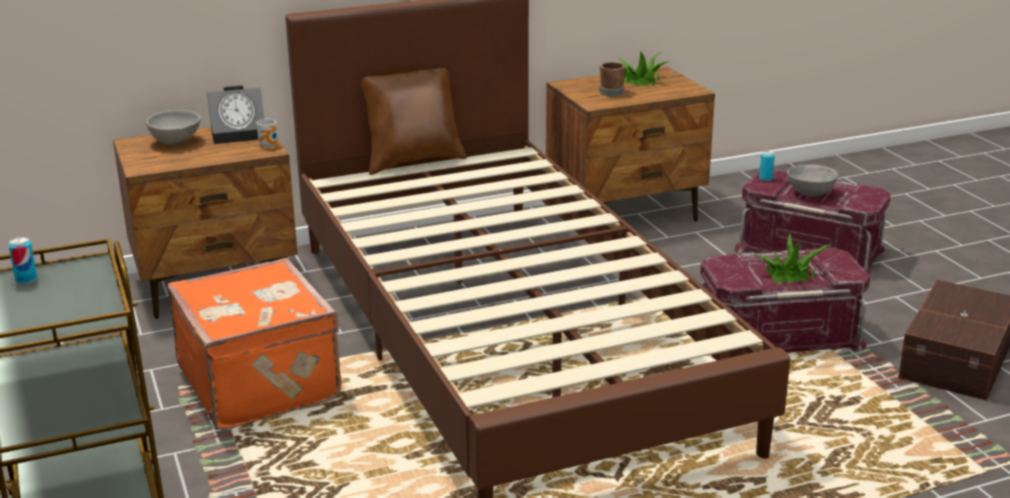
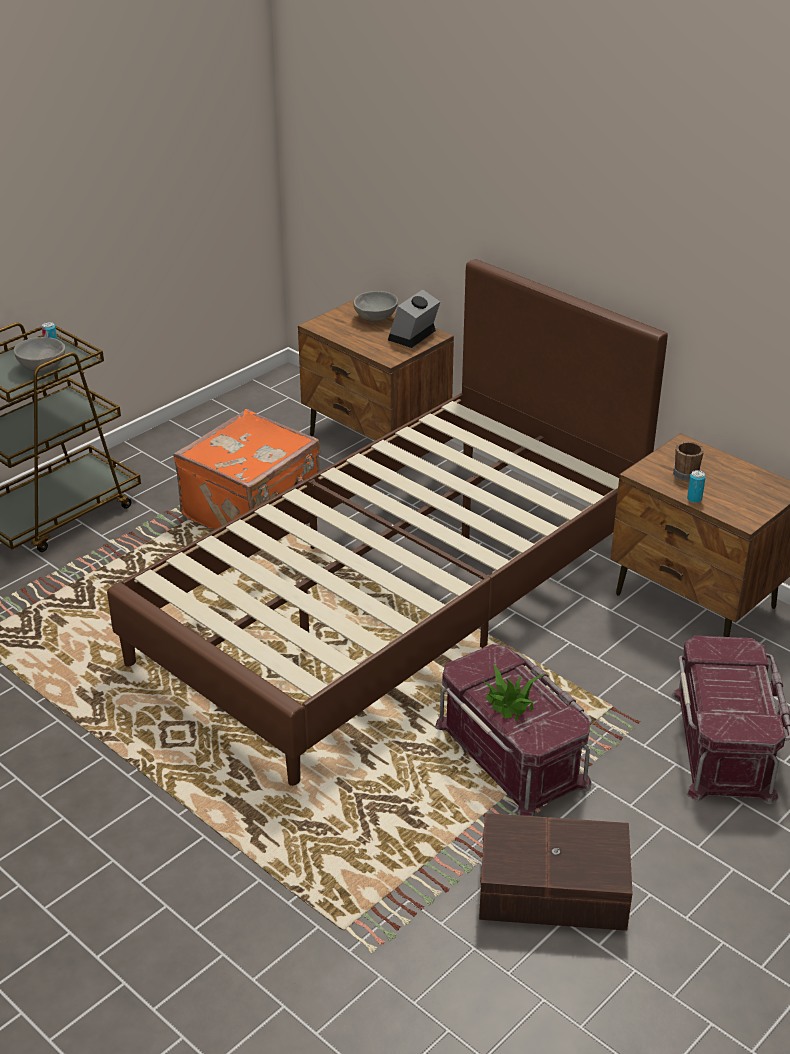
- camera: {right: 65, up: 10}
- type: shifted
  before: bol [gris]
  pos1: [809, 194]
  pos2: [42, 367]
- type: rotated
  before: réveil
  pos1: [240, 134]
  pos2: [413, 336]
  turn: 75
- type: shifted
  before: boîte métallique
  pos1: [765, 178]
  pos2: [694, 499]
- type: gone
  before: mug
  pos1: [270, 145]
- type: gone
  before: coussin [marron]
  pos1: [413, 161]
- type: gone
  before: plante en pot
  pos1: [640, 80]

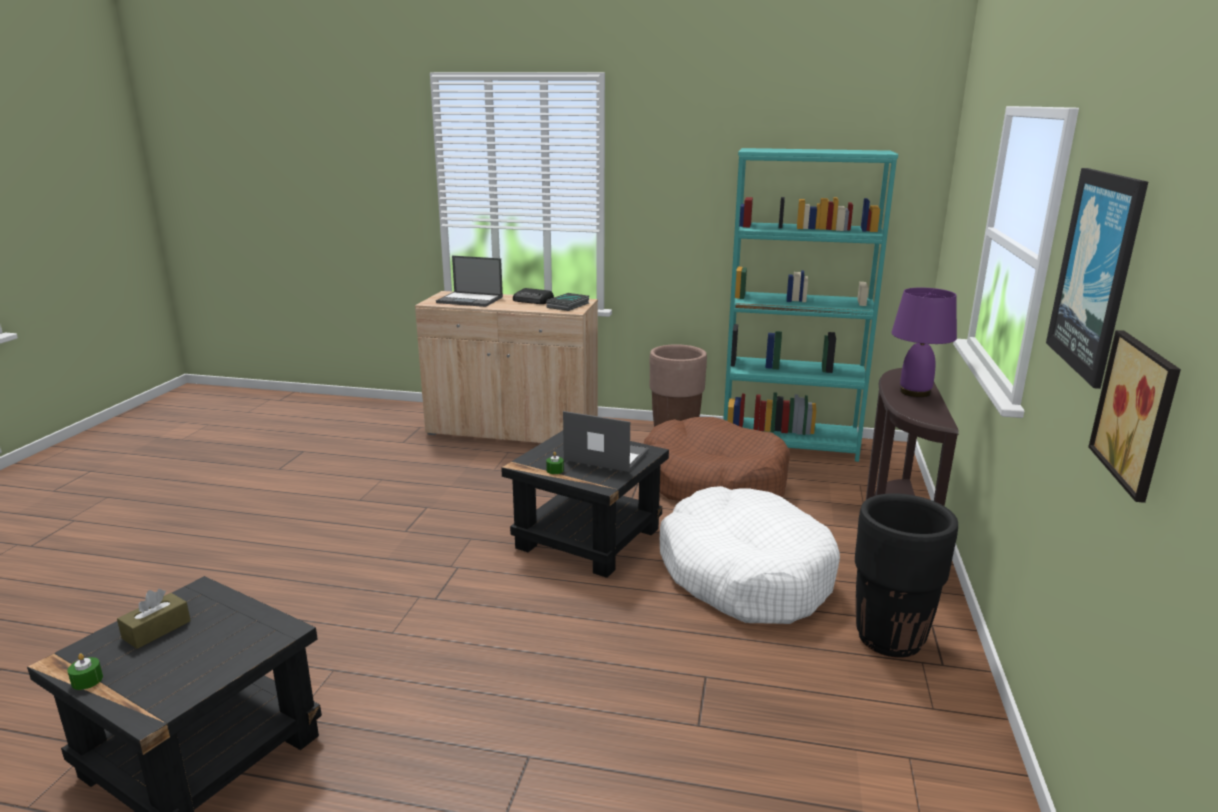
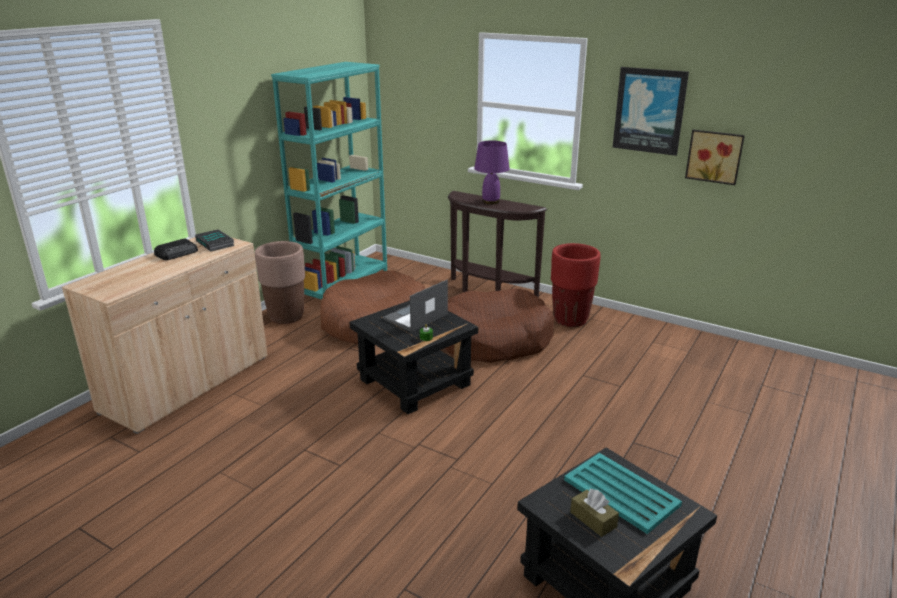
- camera: {right: -70, up: 5}
- type: repainted
  before: panier pour chien [blanc]
  after: panier pour chien [marron]
  pos1: [745, 574]
  pos2: [492, 340]
- type: repainted
  before: cache-pot [noir]
  after: cache-pot [rouge]
  pos1: [889, 639]
  pos2: [570, 320]
- type: new
  after: plateau [turquoise]
  pos2: [622, 493]
- type: gone
  before: bougie [vert]
  pos1: [87, 680]
- type: gone
  before: ordinateur portable
  pos1: [470, 300]

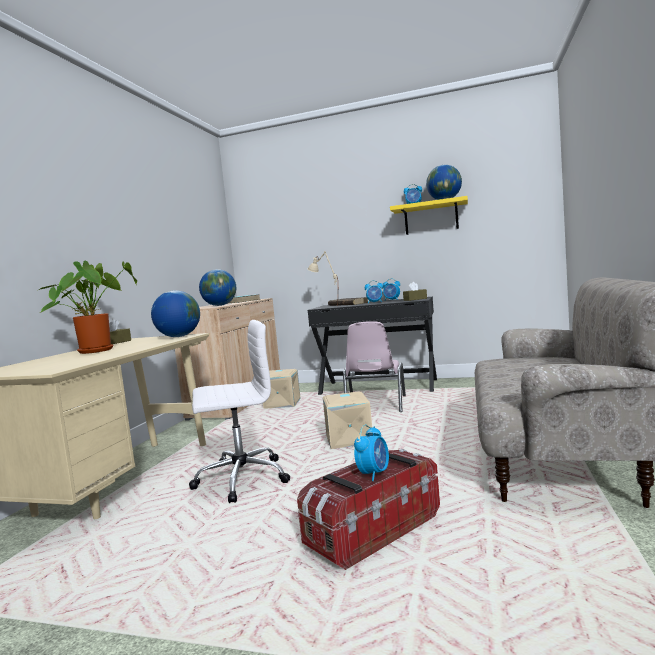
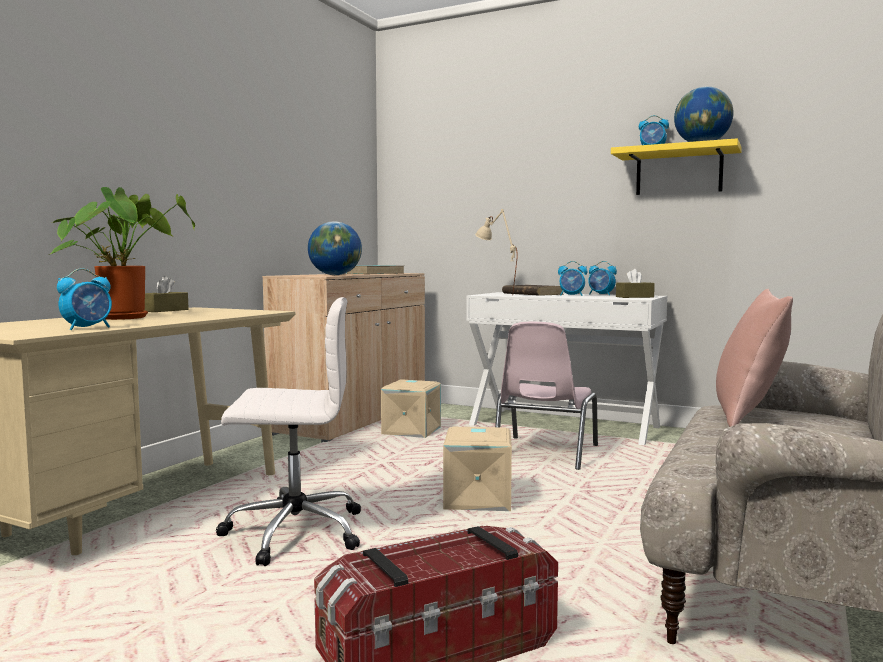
- camera: {right: 10, up: 0}
- type: shifted
  before: réveil
  pos1: [374, 474]
  pos2: [88, 328]
- type: repainted
  before: bureau [noir]
  after: bureau [blanc]
  pos1: [379, 387]
  pos2: [564, 426]
- type: new
  after: coussin [rose]
  pos2: [748, 417]
- type: gone
  before: globe
  pos1: [178, 337]

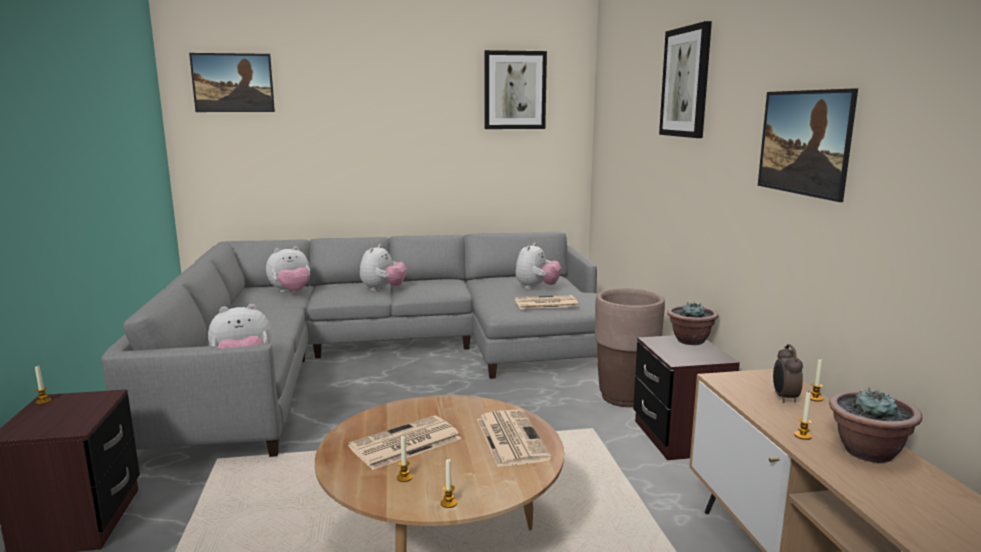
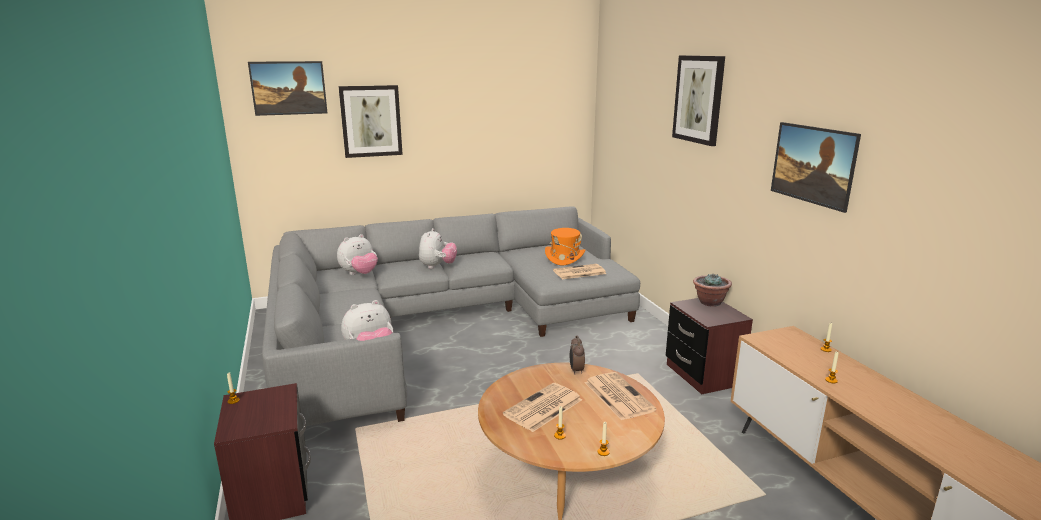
- camera: {right: -10, up: 5}
- type: shifted
  before: tableau
  pos1: [514, 90]
  pos2: [371, 121]
- type: swapped
  before: peluche
  after: chapeau [orange]
  pos1: [536, 288]
  pos2: [564, 258]
- type: shifted
  before: réveil
  pos1: [784, 398]
  pos2: [576, 370]
- type: gone
  before: cache-pot [marron]
  pos1: [624, 397]
- type: gone
  before: plante en pot
  pos1: [867, 452]

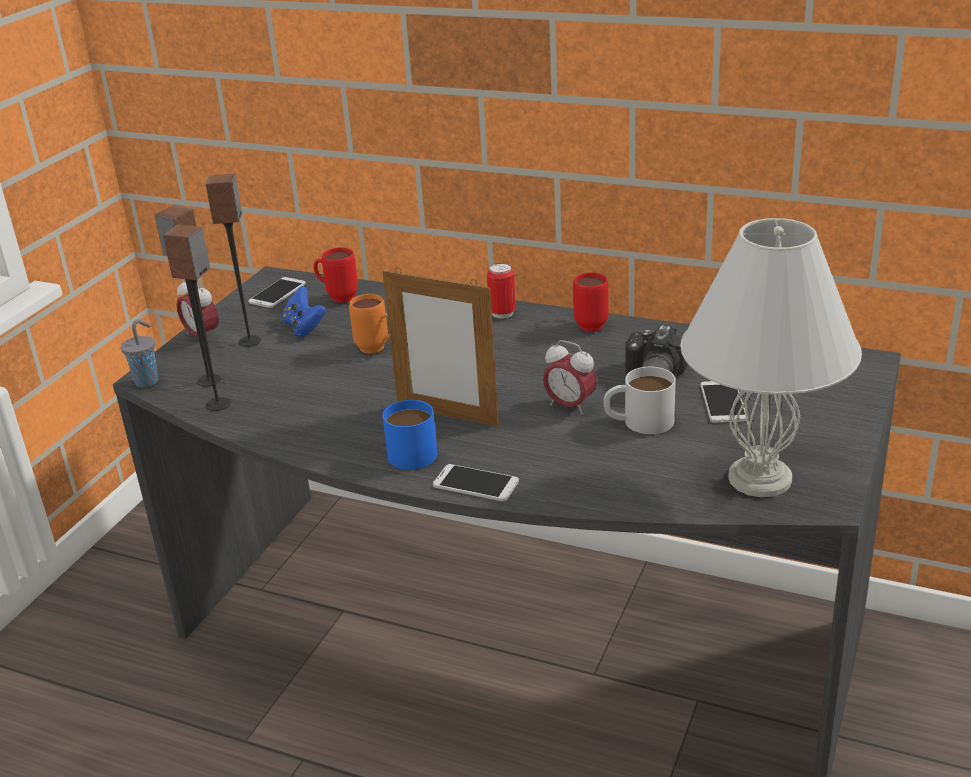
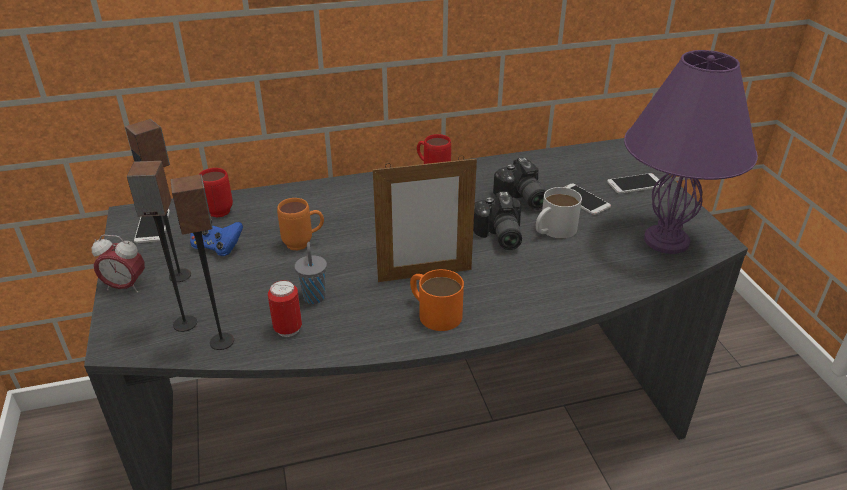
- camera: {right: -40, up: 5}
- type: shifted
  before: boîte métallique
  pos1: [502, 313]
  pos2: [288, 329]
- type: shifted
  before: tasse [gris]
  pos1: [148, 381]
  pos2: [314, 296]
- type: repainted
  before: mug [bleu]
  after: mug [orange]
  pos1: [411, 449]
  pos2: [434, 312]
- type: swapped
  before: réveil
  after: appareil photo
  pos1: [570, 406]
  pos2: [498, 236]
- type: shifted
  before: téléphone
  pos1: [476, 483]
  pos2: [635, 184]
- type: repainted
  before: lampe de table [blanc]
  after: lampe de table [violet]
  pos1: [758, 479]
  pos2: [666, 241]

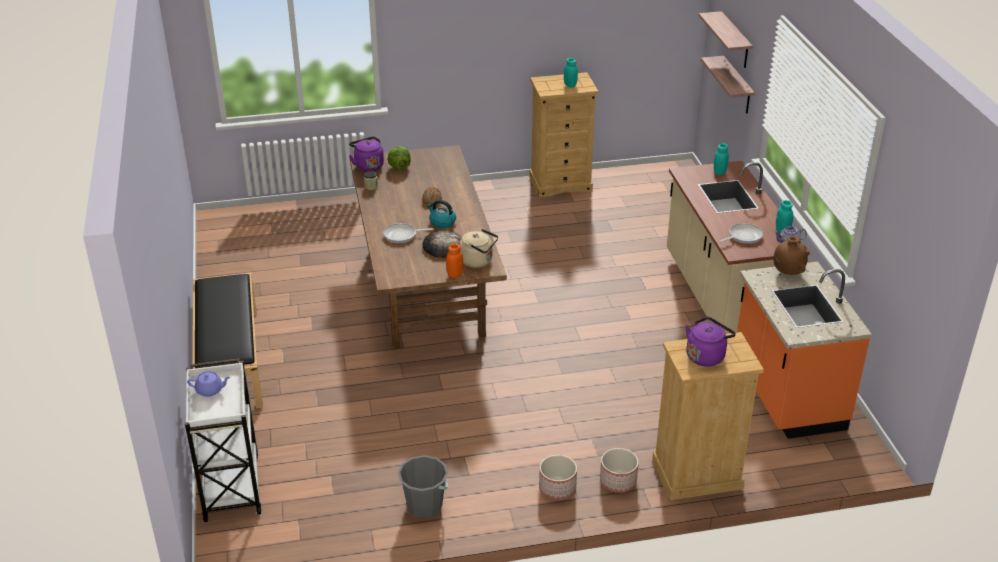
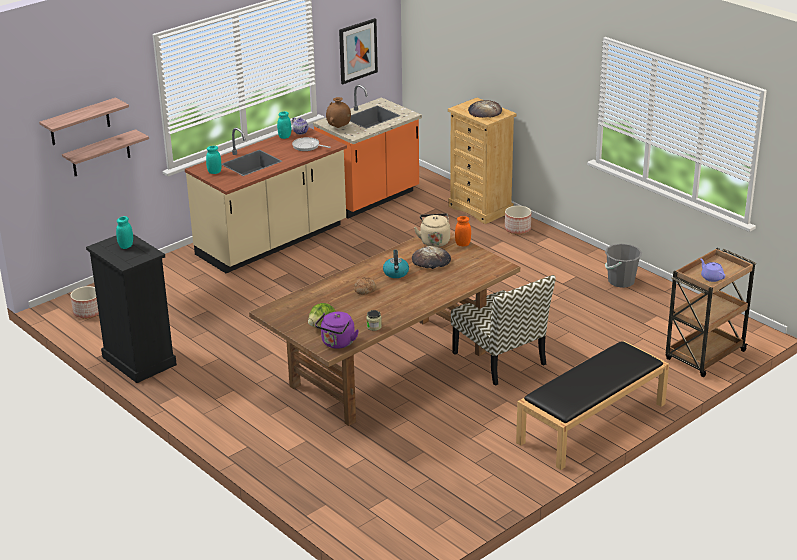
- camera: {right: -120, up: -5}
- type: shifted
  before: cache-pot
  pos1: [558, 488]
  pos2: [87, 312]
- type: repainted
  before: commode [beige]
  after: commode [noir]
  pos1: [560, 184]
  pos2: [138, 361]
- type: new
  after: tableau
  pos2: [357, 51]
- type: new
  after: chaise
  pos2: [500, 359]
- type: swapped
  before: bouilloire [violet]
  after: pain
  pos1: [706, 356]
  pos2: [484, 112]
- type: repainted
  before: chariot [blanc]
  after: chariot [marron]
  pos1: [231, 485]
  pos2: [704, 356]
- type: gone
  before: poêle
  pos1: [402, 235]

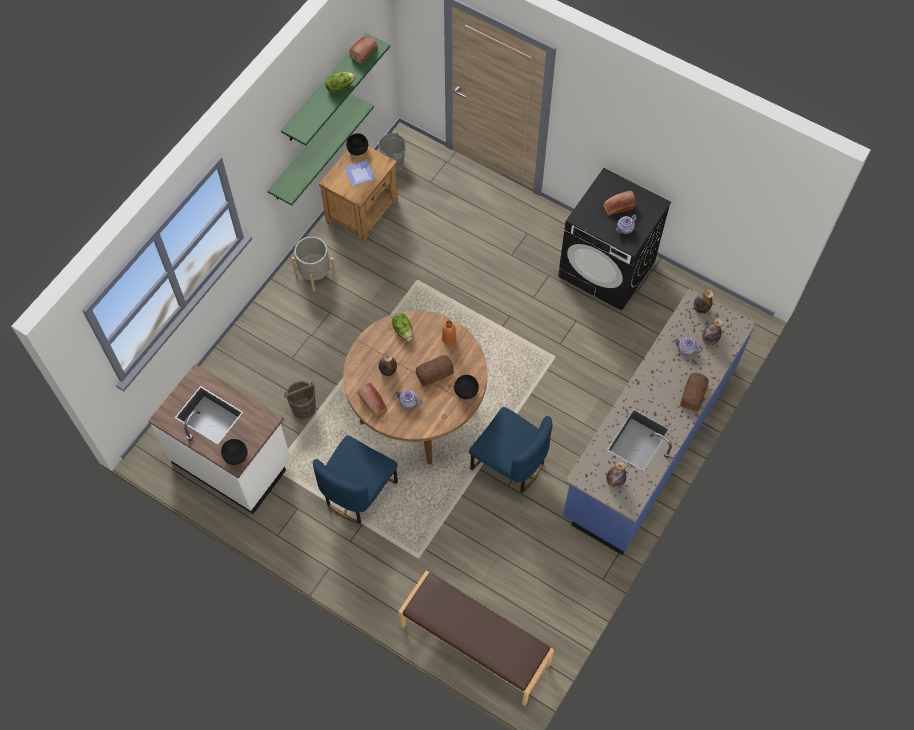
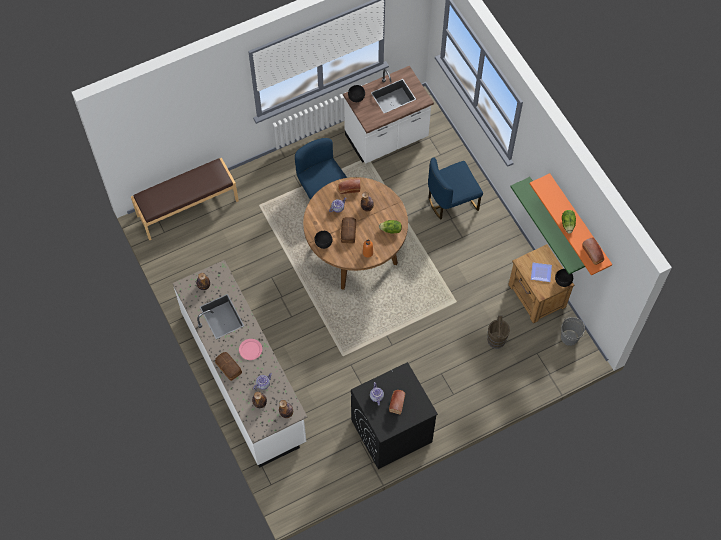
- camera: {right: 120, up: 0}
- type: repainted
  before: comptoir de cuisine [bleu]
  after: comptoir de cuisine [blanc]
  pos1: [649, 441]
  pos2: [244, 378]
- type: new
  after: assiette [rose]
  pos2: [250, 350]
- type: shifted
  before: chaise [bleu]
  pos1: [509, 463]
  pos2: [451, 201]
- type: shifted
  before: seau [marron]
  pos1: [303, 408]
  pos2: [496, 339]
- type: repainted
  before: étagère [vert]
  after: étagère [orange]
  pos1: [325, 89]
  pos2: [578, 223]
- type: gone
  before: cache-pot [gris]
  pos1: [315, 273]

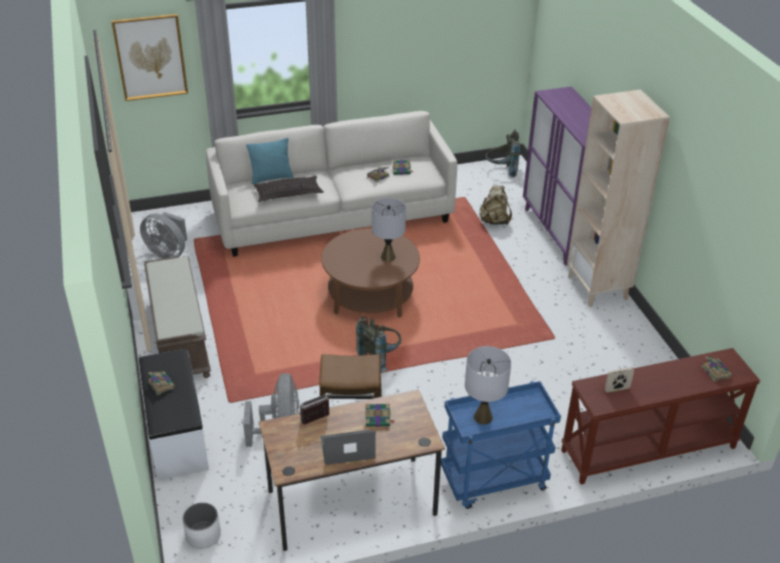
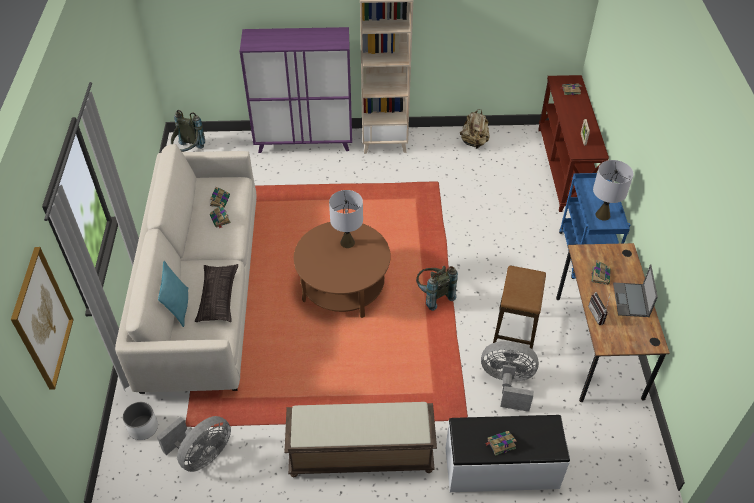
- camera: {right: -75, up: 10}
- type: shifted
  before: cache-pot [blanc]
  pos1: [203, 535]
  pos2: [143, 427]
- type: shifted
  before: sac à dos [beige]
  pos1: [494, 221]
  pos2: [474, 142]

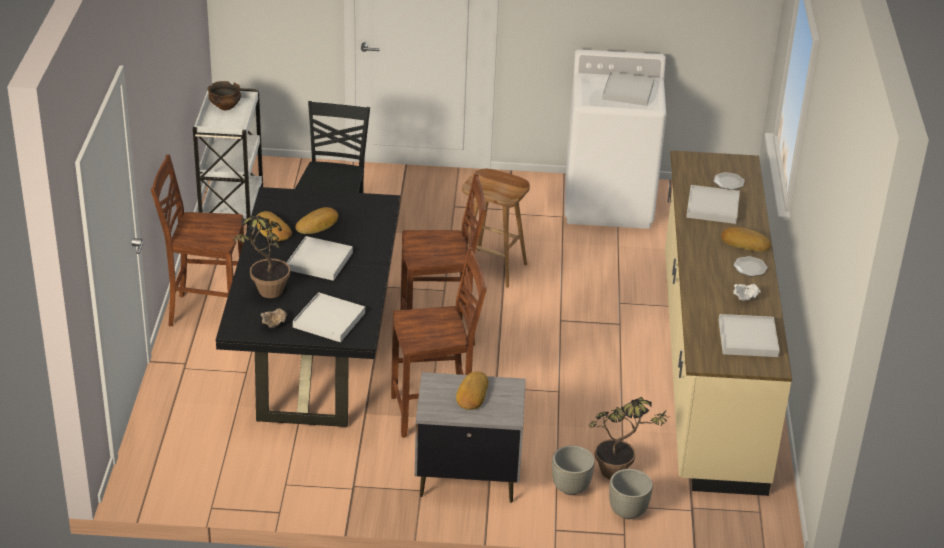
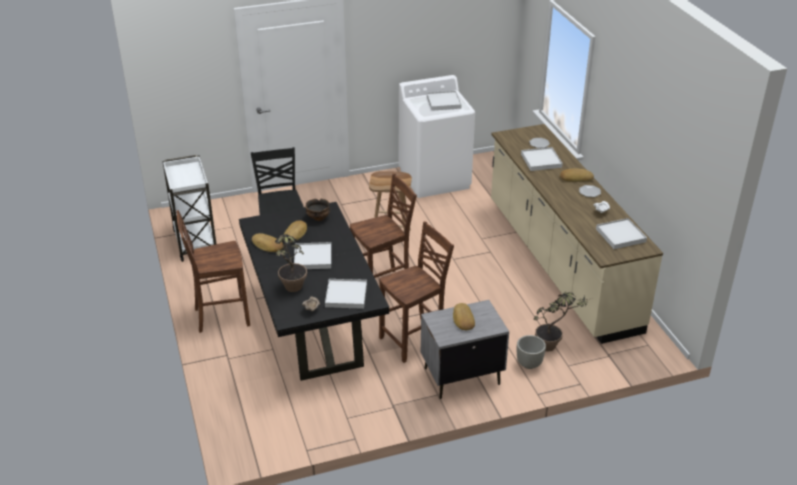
- camera: {right: -20, up: 0}
- type: shifted
  before: bol
  pos1: [225, 106]
  pos2: [318, 217]
- type: gone
  before: cache-pot [gris]
  pos1: [628, 512]

